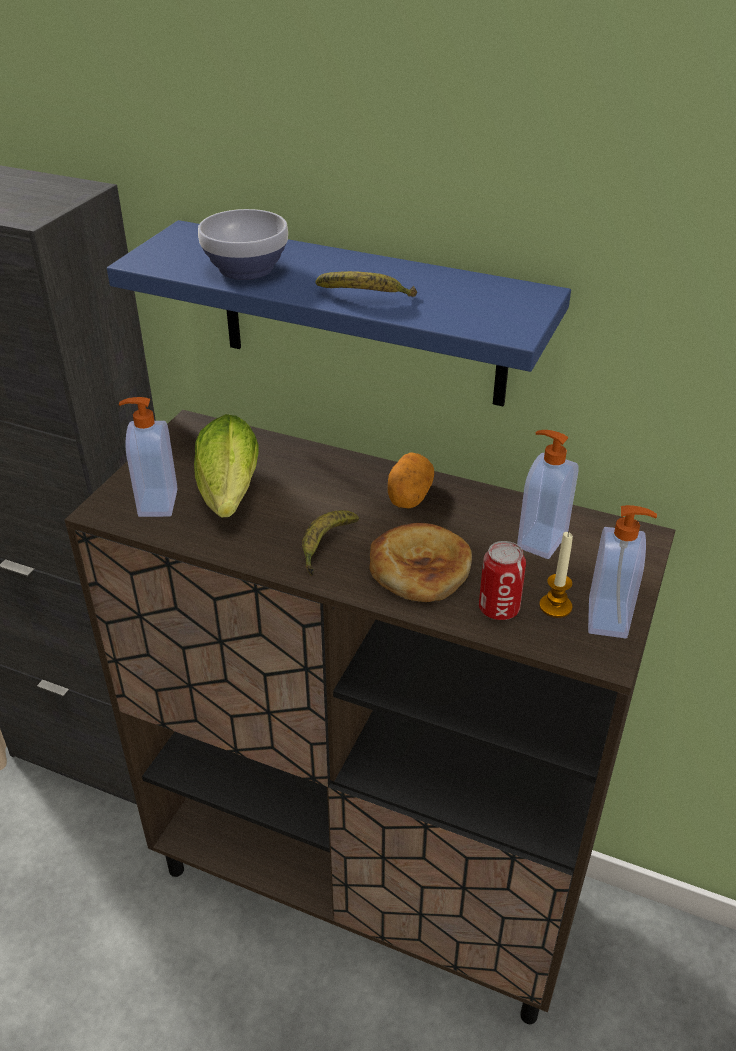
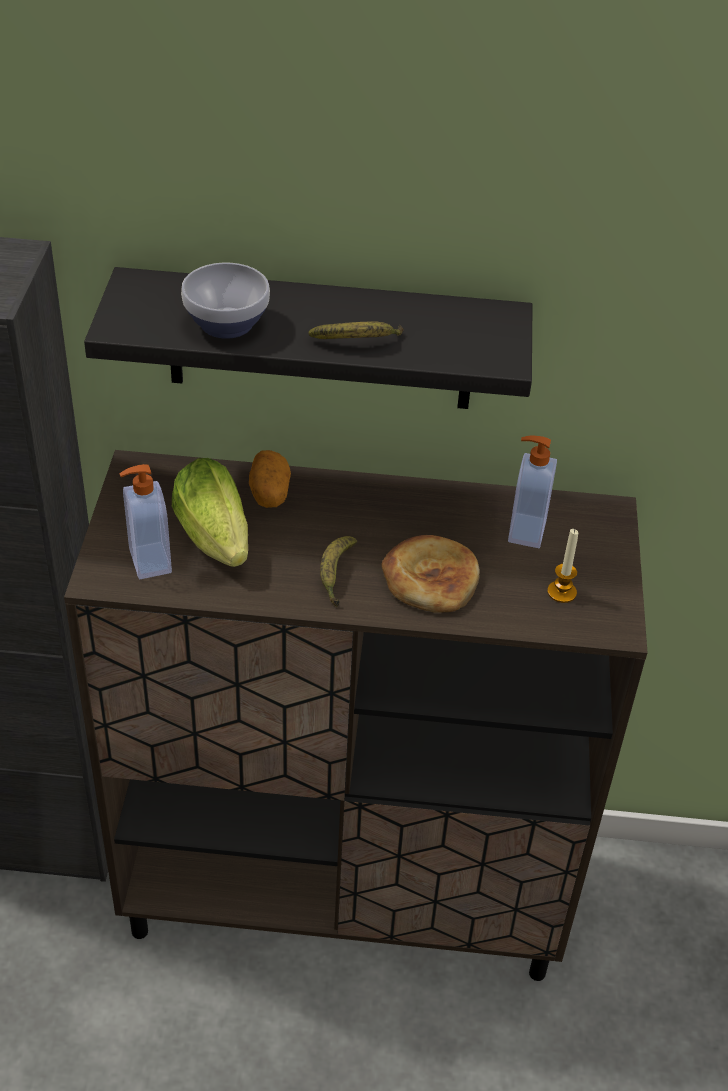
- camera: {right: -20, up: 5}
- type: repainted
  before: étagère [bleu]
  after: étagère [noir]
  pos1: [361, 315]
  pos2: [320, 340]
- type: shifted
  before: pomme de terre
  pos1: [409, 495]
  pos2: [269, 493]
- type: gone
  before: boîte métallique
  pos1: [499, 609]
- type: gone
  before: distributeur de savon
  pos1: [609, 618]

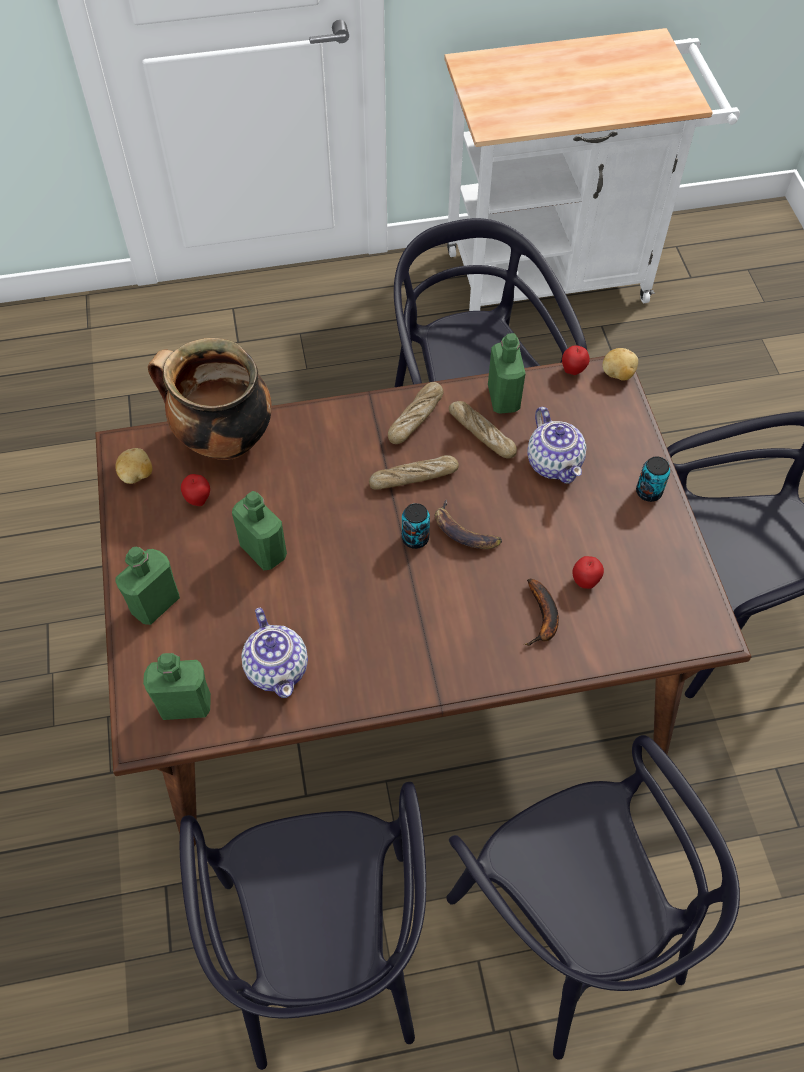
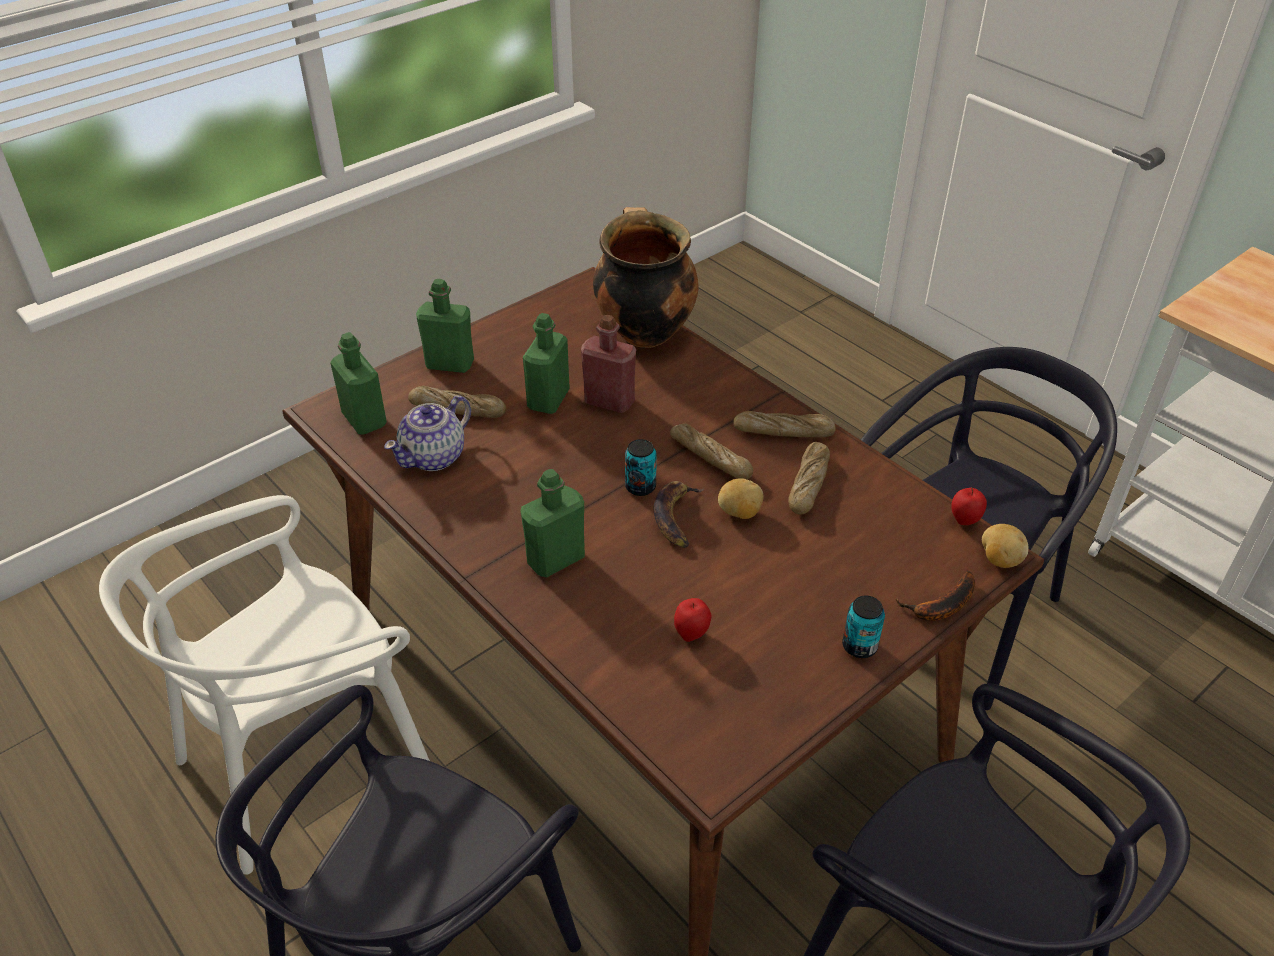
- camera: {right: 60, up: -15}
- type: repainted
  before: chaise [noir]
  after: chaise [blanc]
  pos1: [324, 951]
  pos2: [305, 759]
- type: new
  after: pain
  pos2: [457, 409]
- type: shifted
  before: bouteille [vert]
  pos1: [503, 398]
  pos2: [556, 559]
- type: new
  after: bouteille [rouge]
  pos2: [609, 401]
- type: shifted
  before: pomme de terre
  pos1: [137, 475]
  pos2: [739, 512]
- type: shifted
  before: banane
  pos1: [542, 618]
  pos2: [941, 607]
- type: gone
  before: pomme
  pos1: [198, 499]
- type: gone
  before: théière
  pos1: [554, 462]

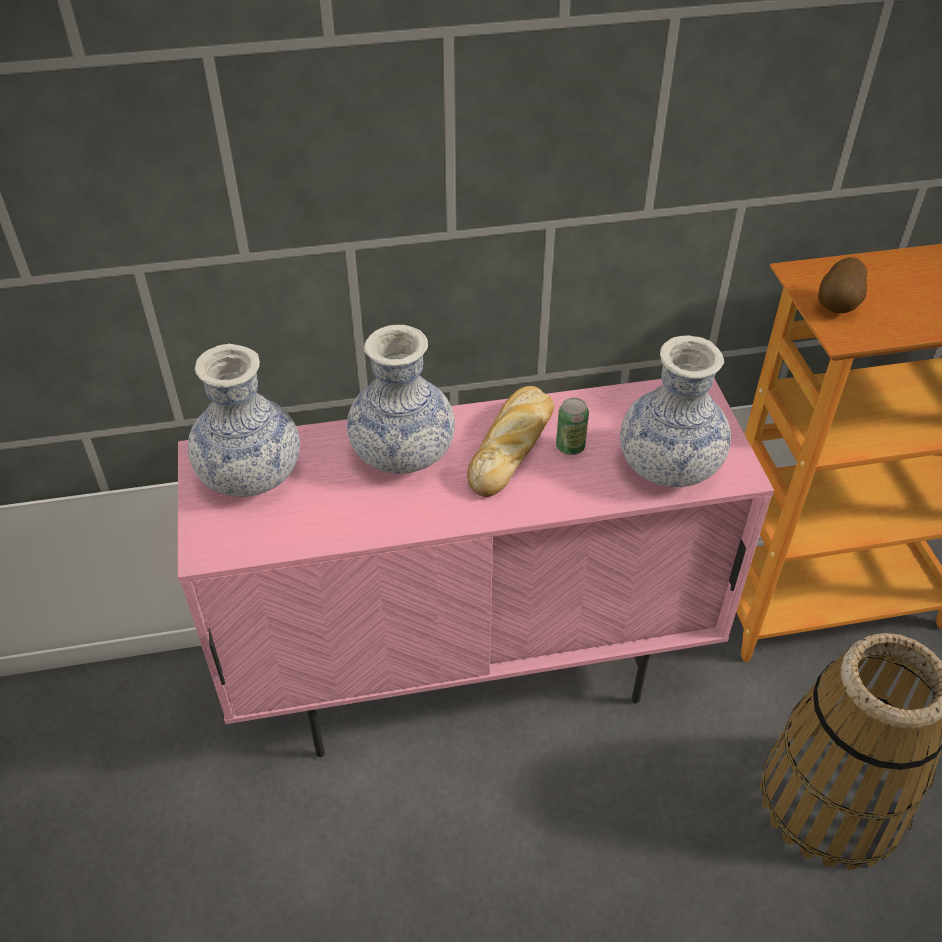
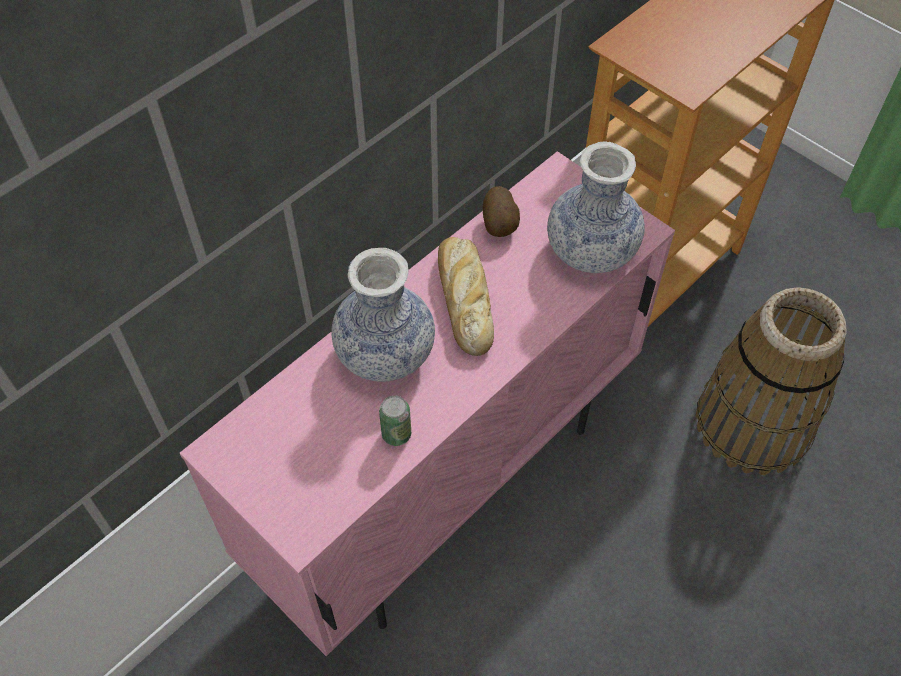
- camera: {right: -35, up: 10}
- type: shifted
  before: boîte métallique
  pos1: [570, 447]
  pos2: [396, 434]
- type: shifted
  before: pomme de terre
  pos1: [838, 306]
  pos2: [500, 226]
- type: gone
  before: vase
  pos1: [250, 475]

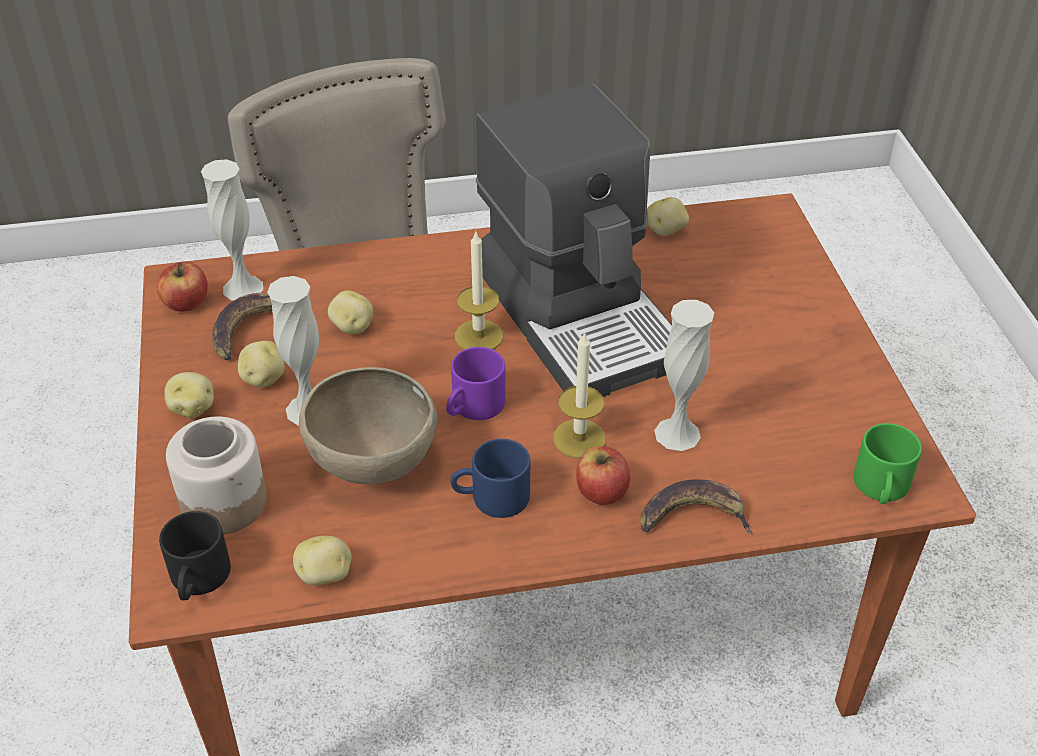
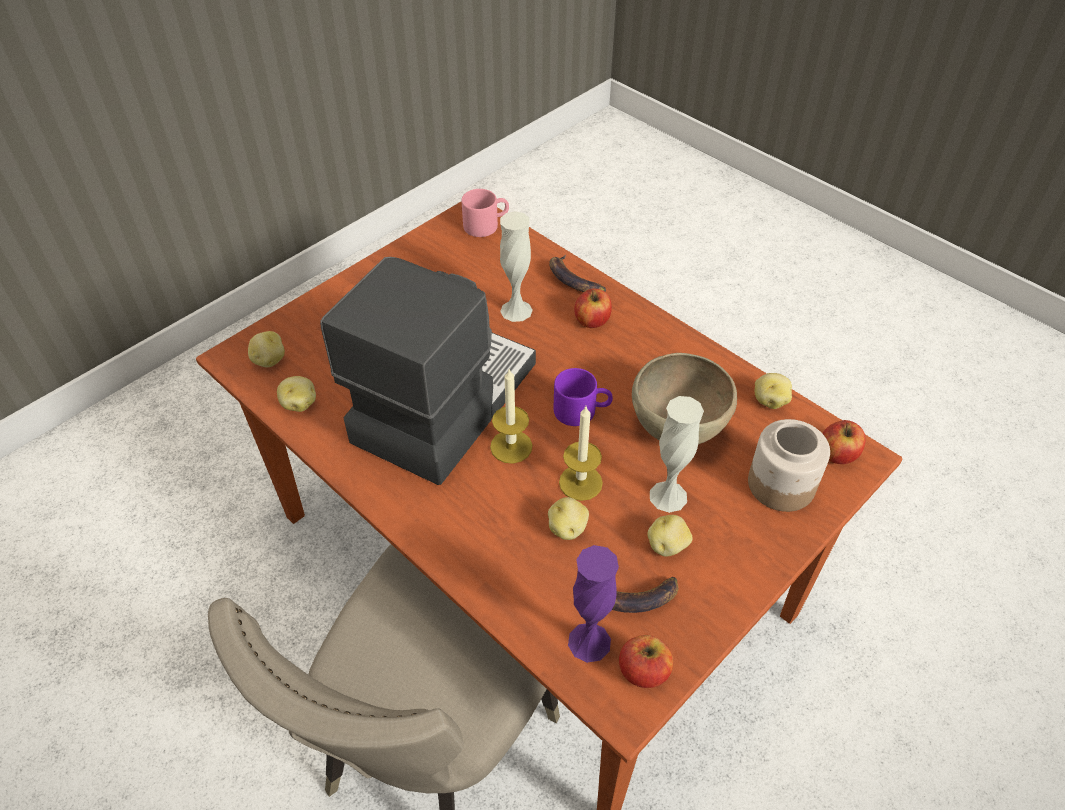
- camera: {right: -125, up: 5}
- type: shifted
  before: pomme de terre
  pos1: [193, 408]
  pos2: [269, 360]
- type: repainted
  before: mug [vert]
  after: mug [rose]
  pos1: [882, 488]
  pos2: [486, 224]
- type: shifted
  before: bougie
  pos1: [579, 438]
  pos2: [580, 482]
- type: repainted
  before: vase [blanc]
  after: vase [violet]
  pos1: [243, 288]
  pos2: [589, 642]
- type: swapped
  before: mug [noir]
  after: pomme
  pos1: [199, 580]
  pos2: [837, 454]
- type: gone
  before: mug [bleu]
  pos1: [491, 498]

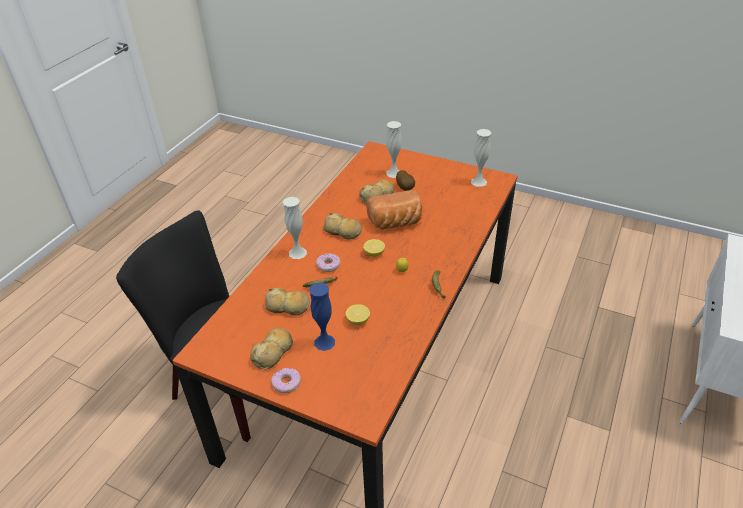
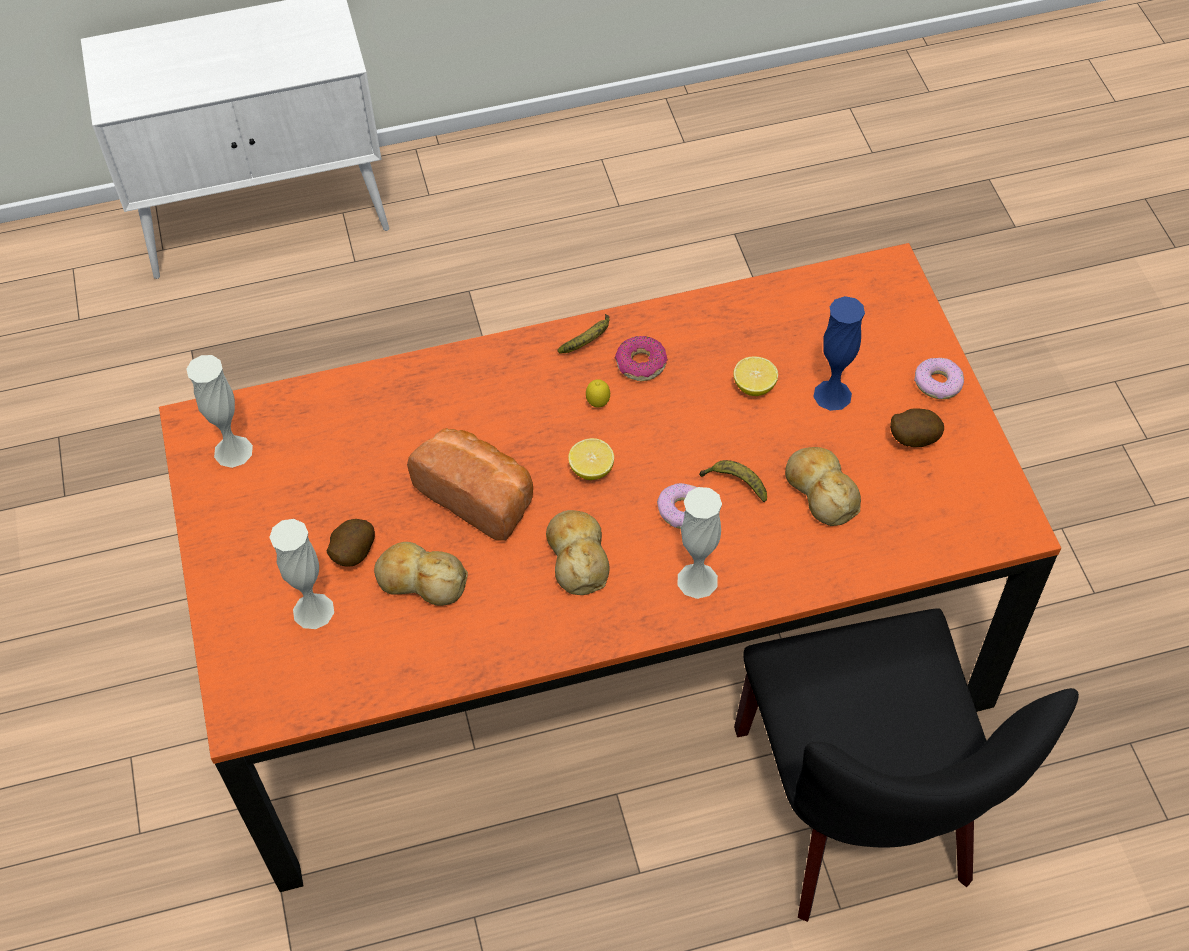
- camera: {right: -130, up: 15}
- type: new
  after: beignet
  pos2: [640, 364]
- type: swapped
  before: pain
  after: pomme de terre
  pos1: [273, 352]
  pos2: [912, 438]

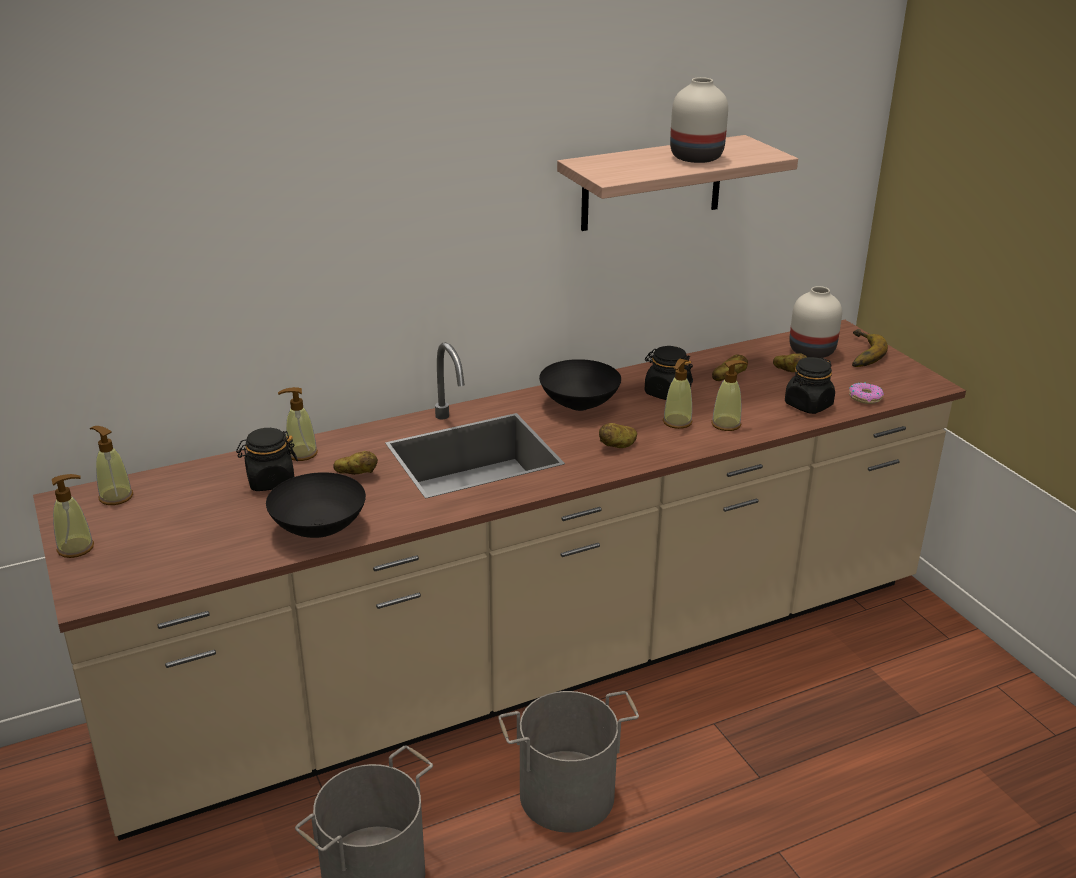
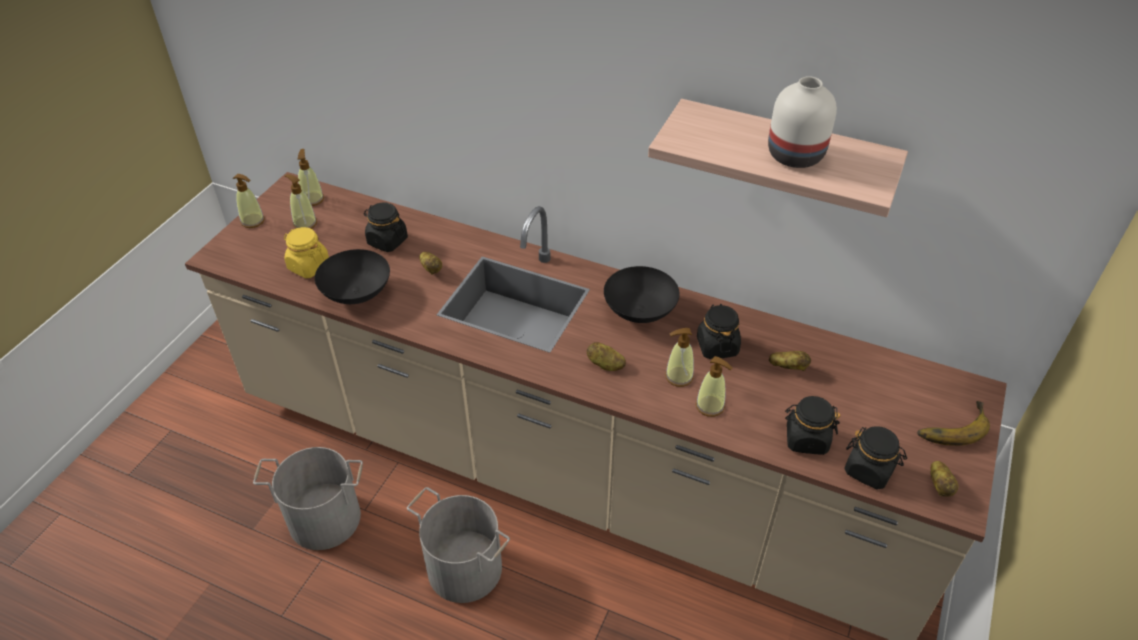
- camera: {right: 50, up: 15}
- type: new
  after: bocal [jaune]
  pos2: [308, 266]
- type: shifted
  before: distributeur de savon
  pos1: [301, 453]
  pos2: [305, 223]
- type: swapped
  before: beignet
  after: bocal [noir]
  pos1: [865, 398]
  pos2: [869, 470]
- type: shifted
  before: pomme de terre
  pos1: [790, 372]
  pos2: [940, 486]
- type: gone
  before: vase [blanc]
  pos1: [811, 350]

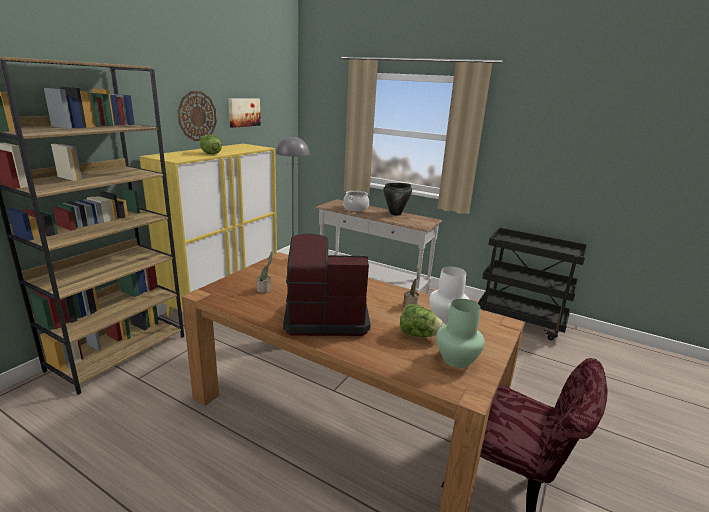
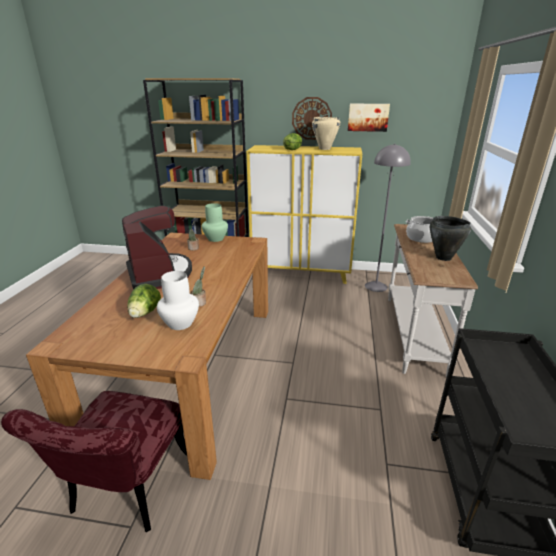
- camera: {right: 70, up: 5}
- type: shifted
  before: vase [vert]
  pos1: [457, 360]
  pos2: [215, 239]
- type: new
  after: marmite [beige]
  pos2: [324, 149]

